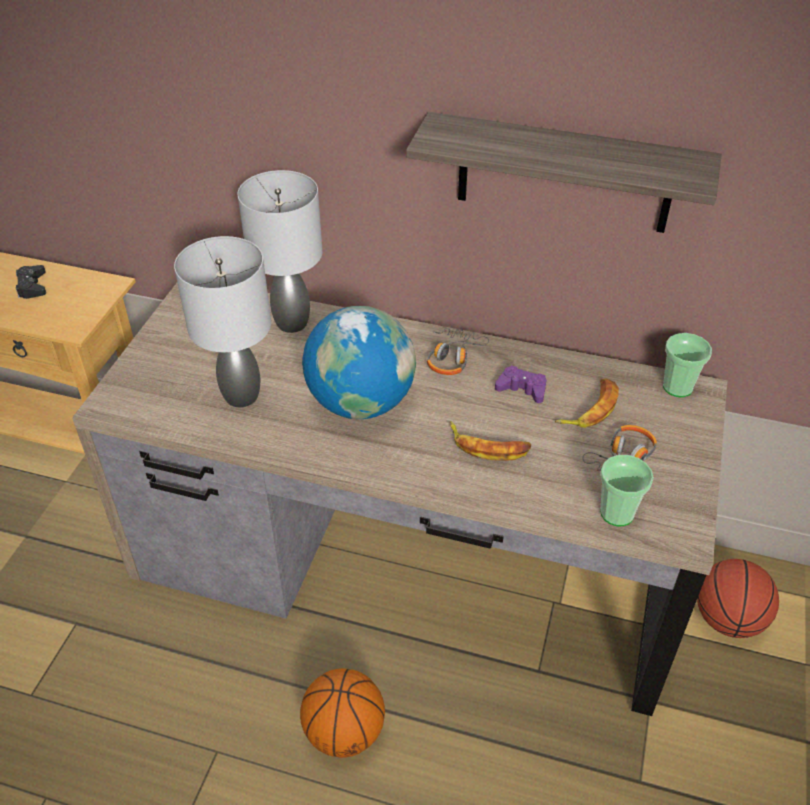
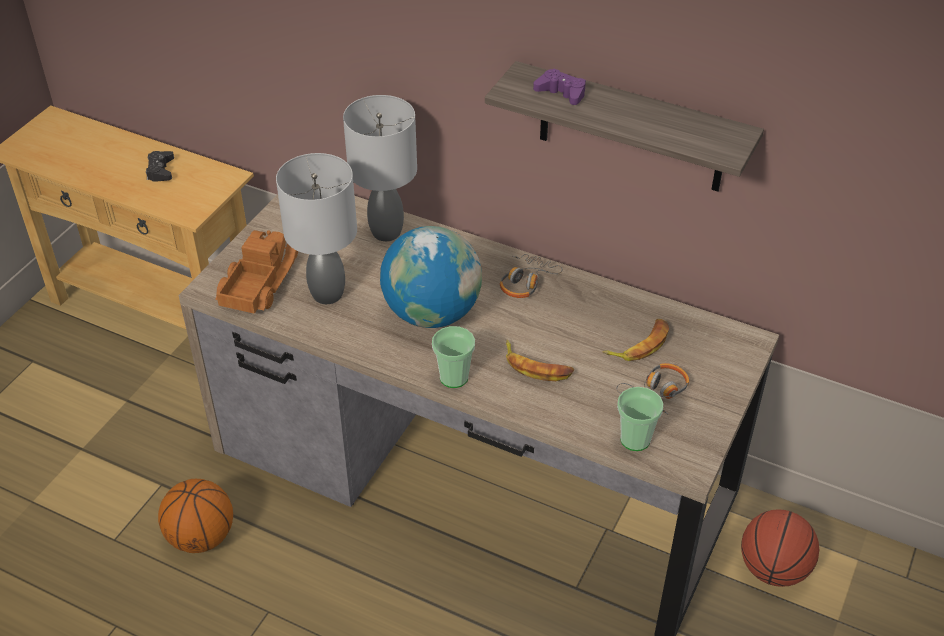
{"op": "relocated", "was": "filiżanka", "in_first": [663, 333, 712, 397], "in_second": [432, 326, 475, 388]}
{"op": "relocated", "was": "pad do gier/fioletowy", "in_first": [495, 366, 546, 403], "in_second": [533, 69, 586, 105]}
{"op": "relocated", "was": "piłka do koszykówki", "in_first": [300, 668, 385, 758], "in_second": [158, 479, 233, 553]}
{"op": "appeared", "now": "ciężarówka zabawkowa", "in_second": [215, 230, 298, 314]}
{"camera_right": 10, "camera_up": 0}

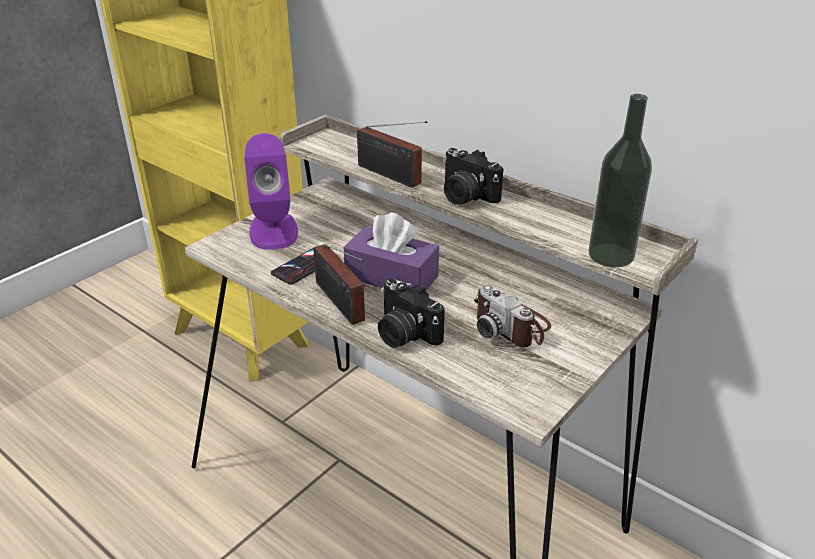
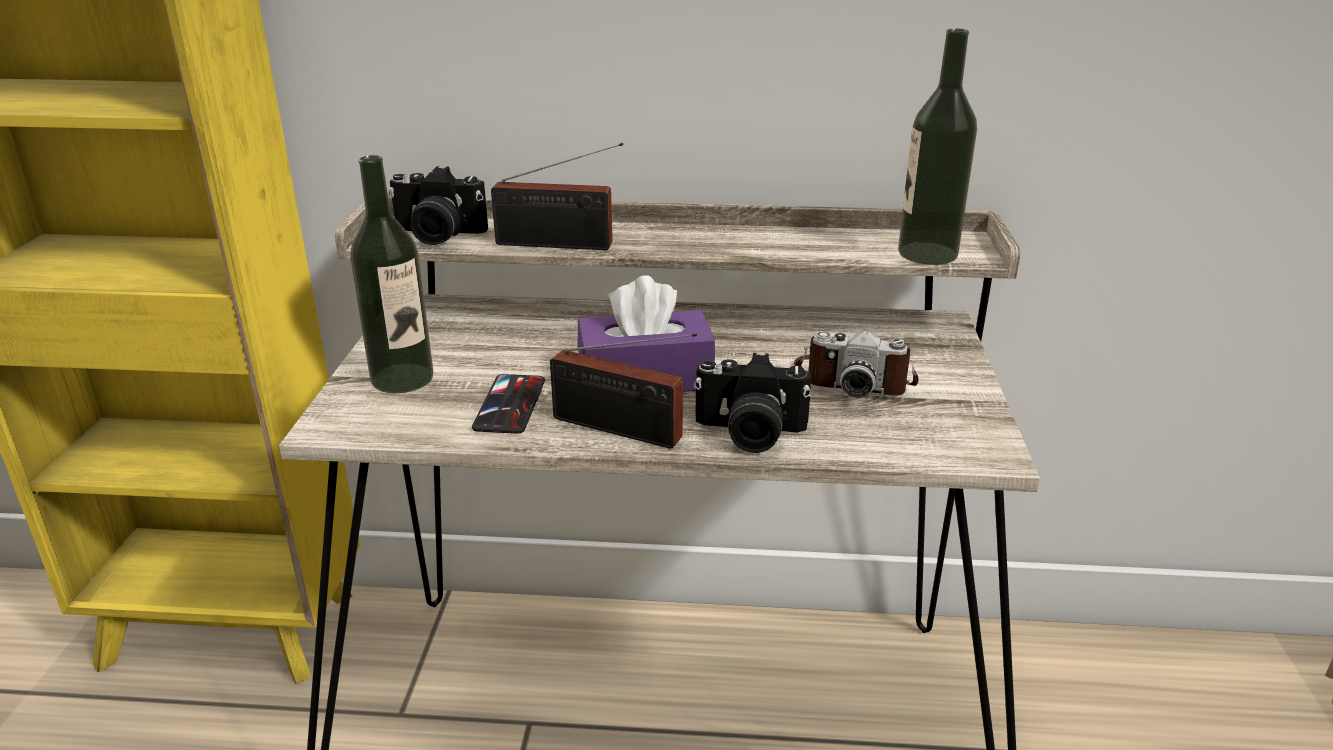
{"op": "exchanged", "was": "głośnik/fioletowy", "now": "butelka", "in_first": [244, 133, 298, 250], "in_second": [350, 155, 433, 393]}
{"op": "relocated", "was": "aparat fotograficzny", "in_first": [443, 148, 503, 205], "in_second": [388, 166, 488, 245]}
{"camera_right": -35, "camera_up": -5}

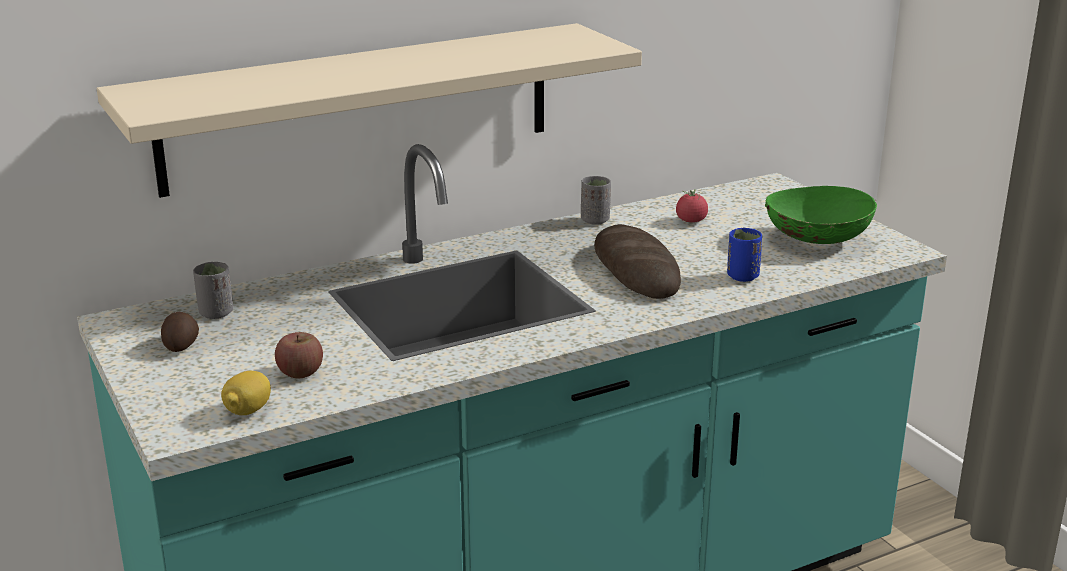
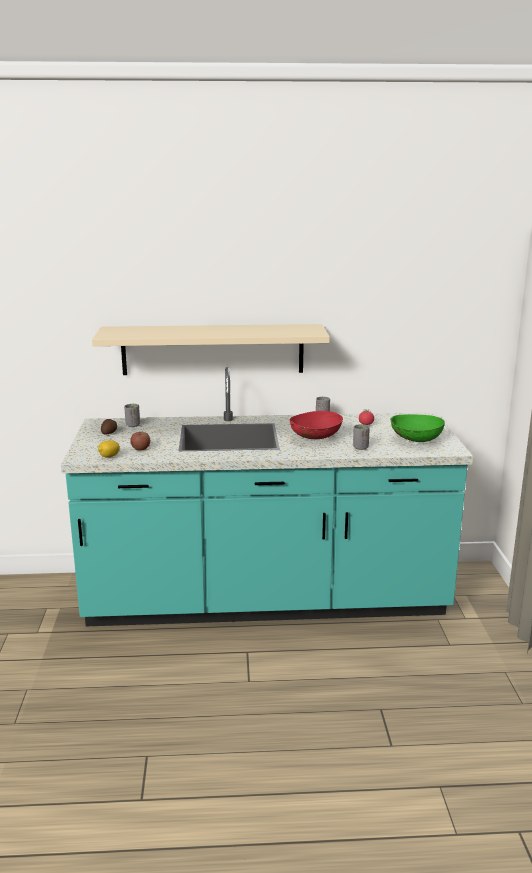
{"op": "exchanged", "was": "chleb", "now": "miska/czerwony", "in_first": [594, 224, 681, 299], "in_second": [290, 411, 343, 439]}
{"op": "colour", "was": "filiżanka/niebieski", "now": "filiżanka/szary", "in_first": [727, 228, 762, 282], "in_second": [353, 424, 370, 450]}
{"camera_right": 25, "camera_up": -5}

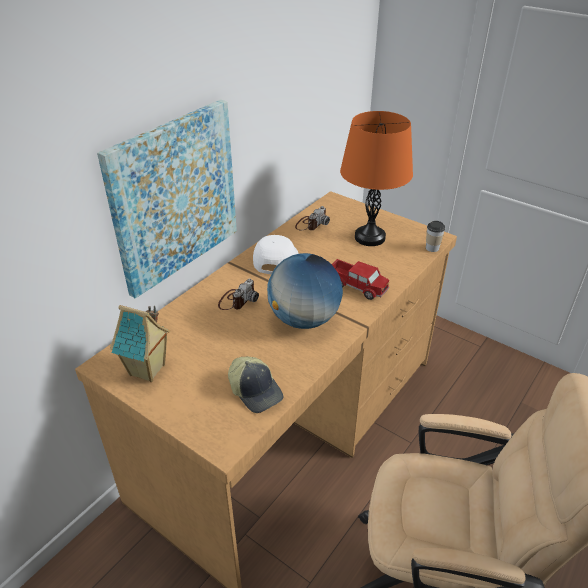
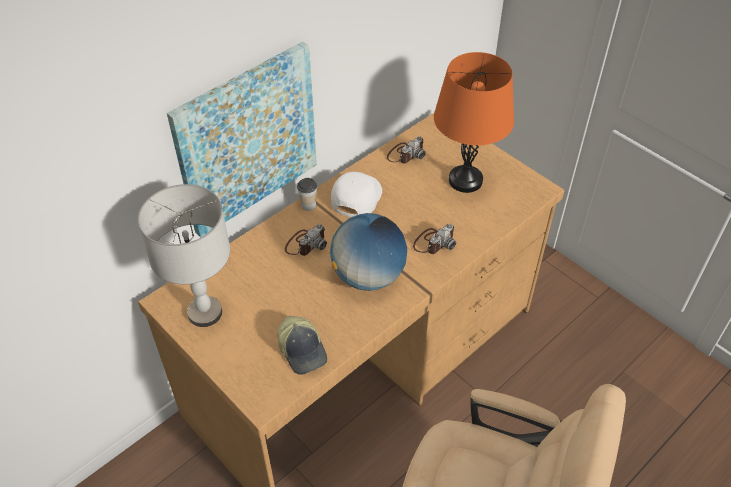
{"op": "relocated", "was": "filiżanka", "in_first": [426, 221, 445, 252], "in_second": [297, 178, 317, 211]}
{"op": "exchanged", "was": "ciężarówka zabawkowa", "now": "aparat fotograficzny", "in_first": [332, 259, 389, 300], "in_second": [413, 224, 456, 254]}
{"op": "exchanged", "was": "domek", "now": "lampa stołowa/szary", "in_first": [110, 305, 170, 382], "in_second": [137, 184, 230, 327]}
{"camera_right": 10, "camera_up": 10}

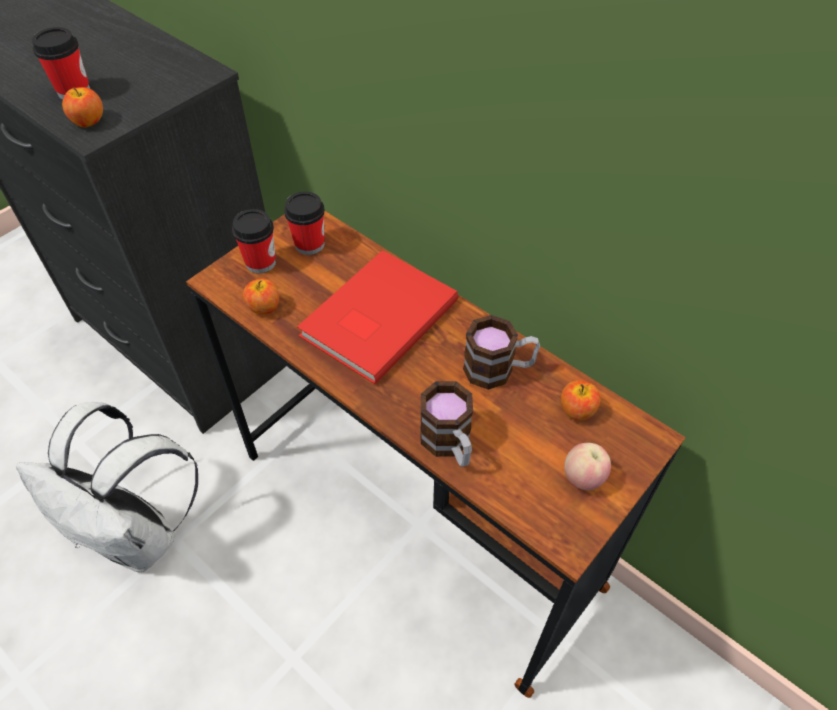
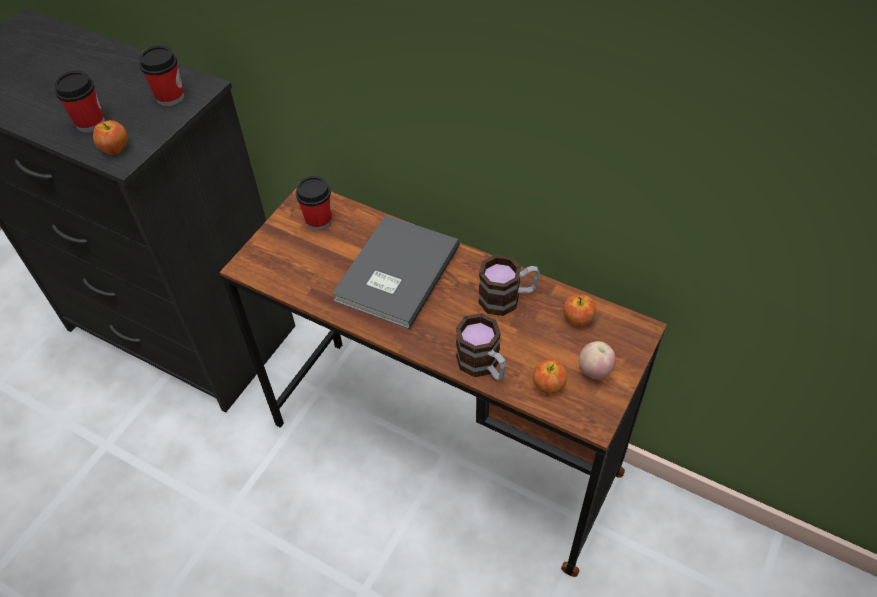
{"op": "relocated", "was": "filiżanka", "in_first": [232, 209, 276, 273], "in_second": [139, 45, 184, 106]}
{"op": "colour", "was": "książka/czerwony", "now": "książka/szary", "in_first": [297, 250, 459, 384], "in_second": [332, 215, 460, 330]}
{"op": "relocated", "was": "jabłko", "in_first": [243, 278, 279, 314], "in_second": [533, 359, 567, 394]}
{"op": "missing", "was": "plecak/biały", "in_first": [16, 402, 198, 573]}
{"camera_right": -10, "camera_up": 0}

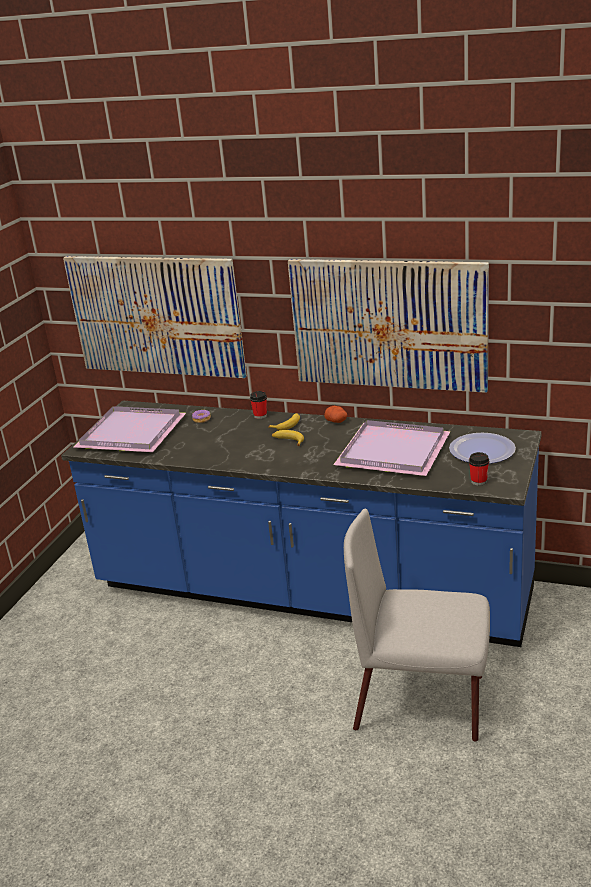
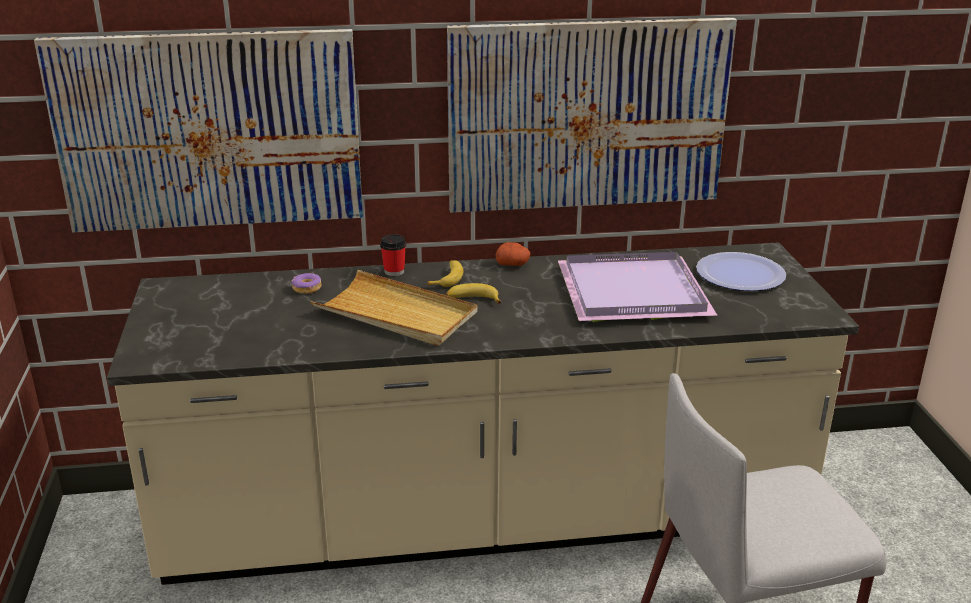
{"op": "colour", "was": "zabudowa kuchenna/niebieski", "now": "zabudowa kuchenna/beżowy", "in_first": [61, 401, 542, 647], "in_second": [107, 242, 859, 585]}
{"op": "missing", "was": "taca/fioletowy", "in_first": [74, 406, 186, 452]}
{"op": "missing", "was": "filiżanka", "in_first": [469, 452, 489, 485]}
{"op": "appeared", "now": "taca/beżowy", "in_second": [311, 270, 477, 346]}
{"camera_right": -30, "camera_up": 0}

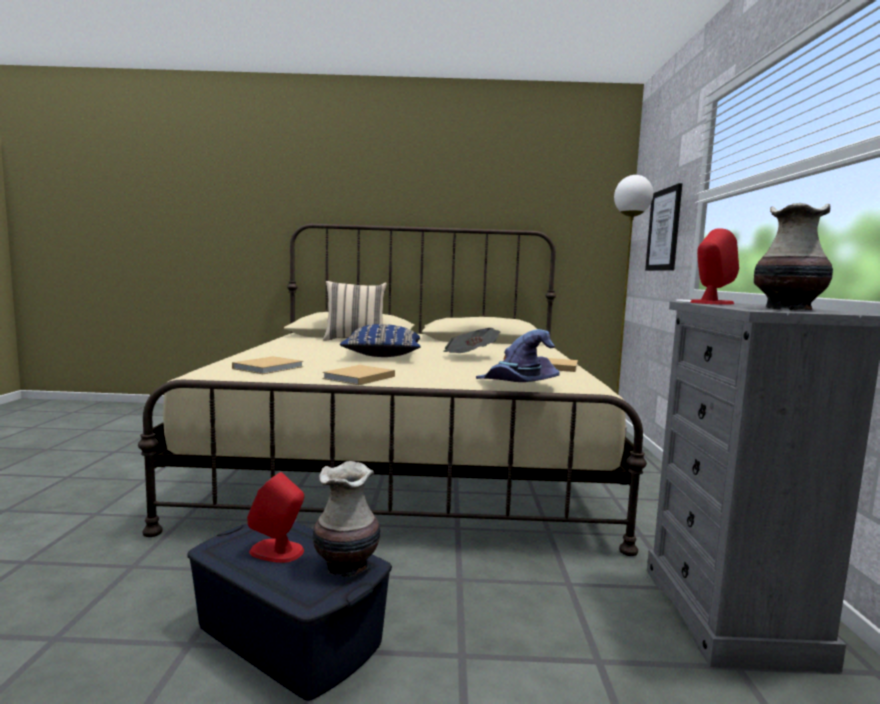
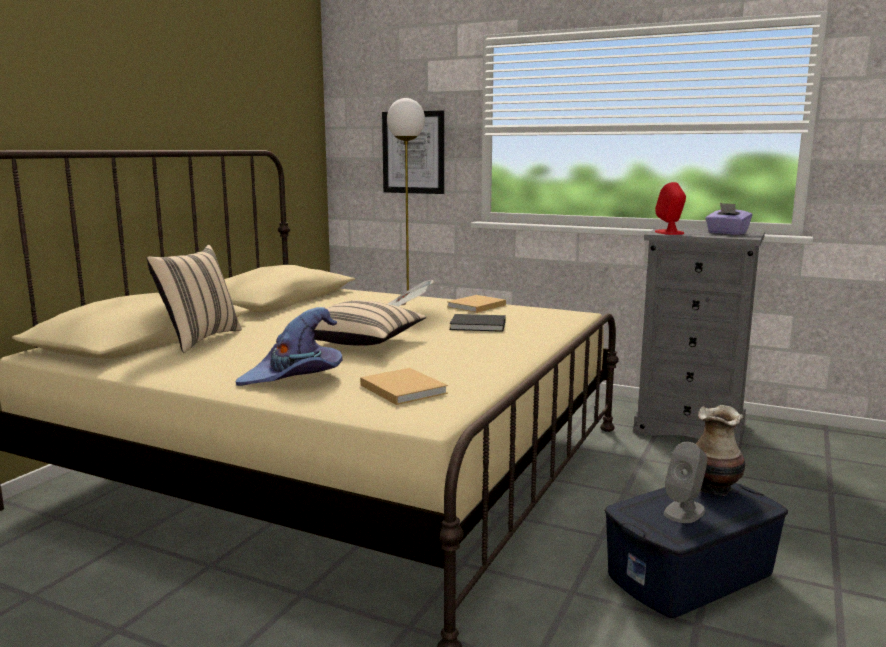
{"op": "exchanged", "was": "wazon", "now": "pudełko chusteczek/fioletowy", "in_first": [754, 203, 833, 310], "in_second": [705, 203, 752, 235]}
{"op": "colour", "was": "poduszka/niebieski", "now": "poduszka/beżowy", "in_first": [340, 324, 421, 357], "in_second": [314, 300, 426, 346]}
{"op": "relocated", "was": "kapelusz/fioletowy", "in_first": [476, 329, 559, 382], "in_second": [236, 307, 342, 386]}
{"op": "missing", "was": "książka/beżowy", "in_first": [323, 365, 395, 385]}
{"op": "colour", "was": "głośnik/czerwony", "now": "głośnik/szary", "in_first": [247, 472, 304, 563], "in_second": [664, 442, 707, 523]}
{"op": "appeared", "now": "książka/czarny", "in_second": [450, 314, 506, 332]}
{"camera_right": -65, "camera_up": 5}

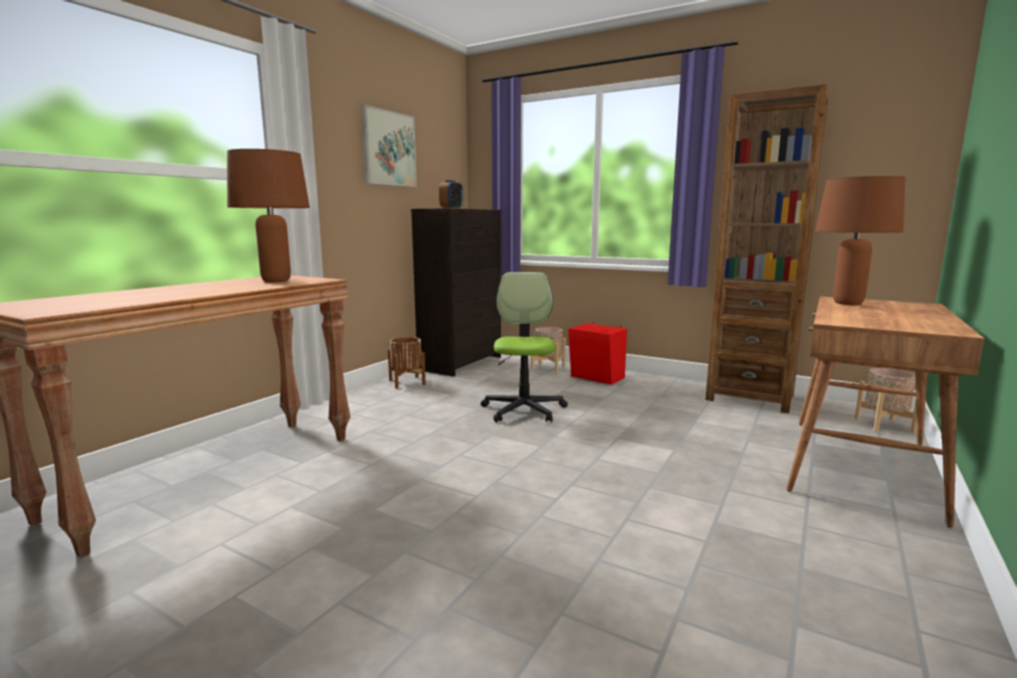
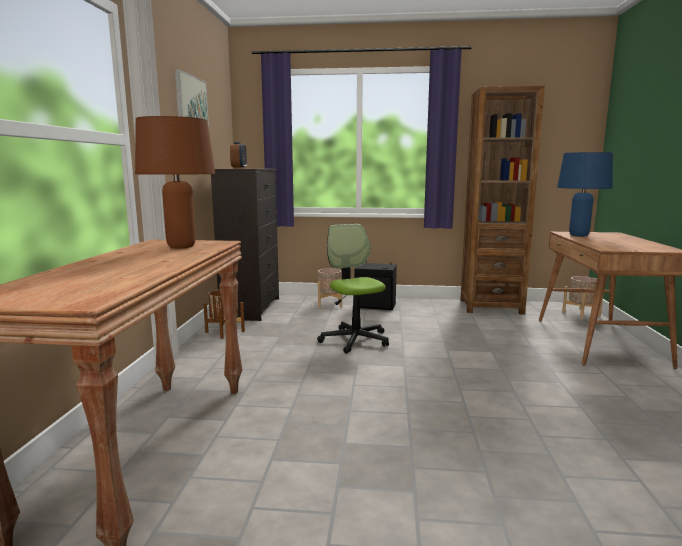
{"op": "colour", "was": "lampa stołowa/brązowy", "now": "lampa stołowa/niebieski", "in_first": [815, 176, 905, 305], "in_second": [557, 152, 613, 237]}
{"op": "colour", "was": "głośnik/czerwony", "now": "głośnik/czarny", "in_first": [568, 322, 627, 385], "in_second": [354, 261, 397, 310]}
{"camera_right": -25, "camera_up": 0}

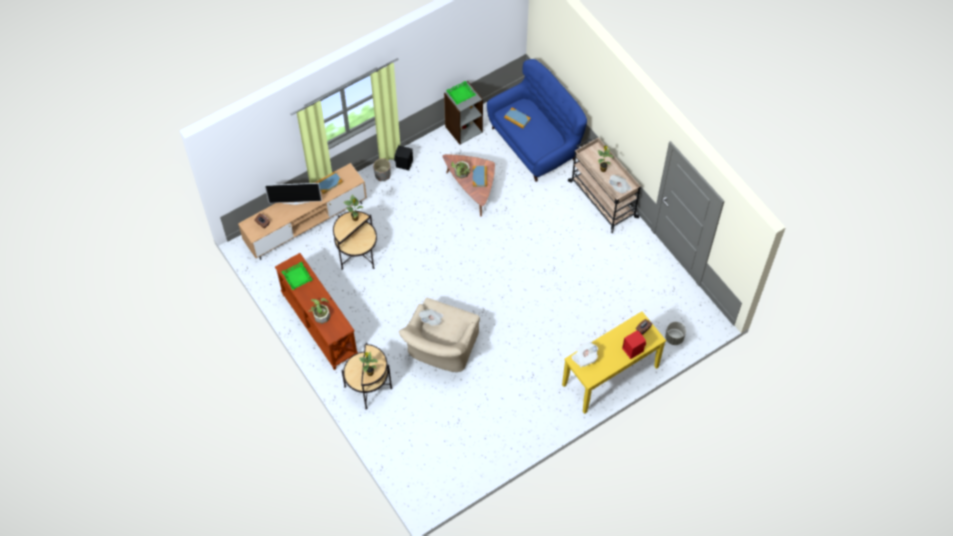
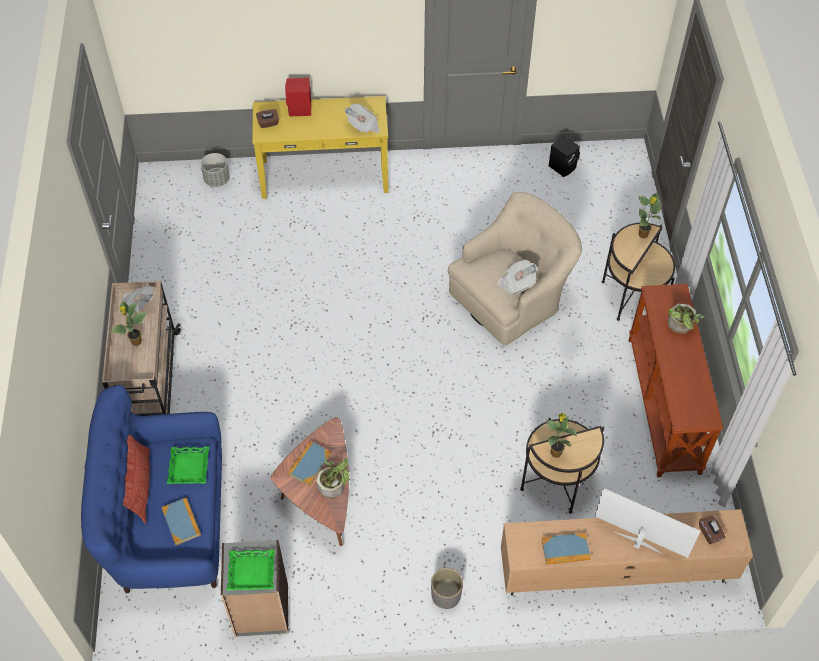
{"op": "relocated", "was": "głośnik/czarny", "in_first": [394, 145, 413, 170], "in_second": [549, 135, 580, 177]}
{"op": "relocated", "was": "taca/zielony", "in_first": [282, 262, 313, 290], "in_second": [167, 447, 209, 484]}
{"op": "appeared", "now": "poduszka", "in_second": [123, 434, 150, 523]}
{"camera_right": -150, "camera_up": -5}

